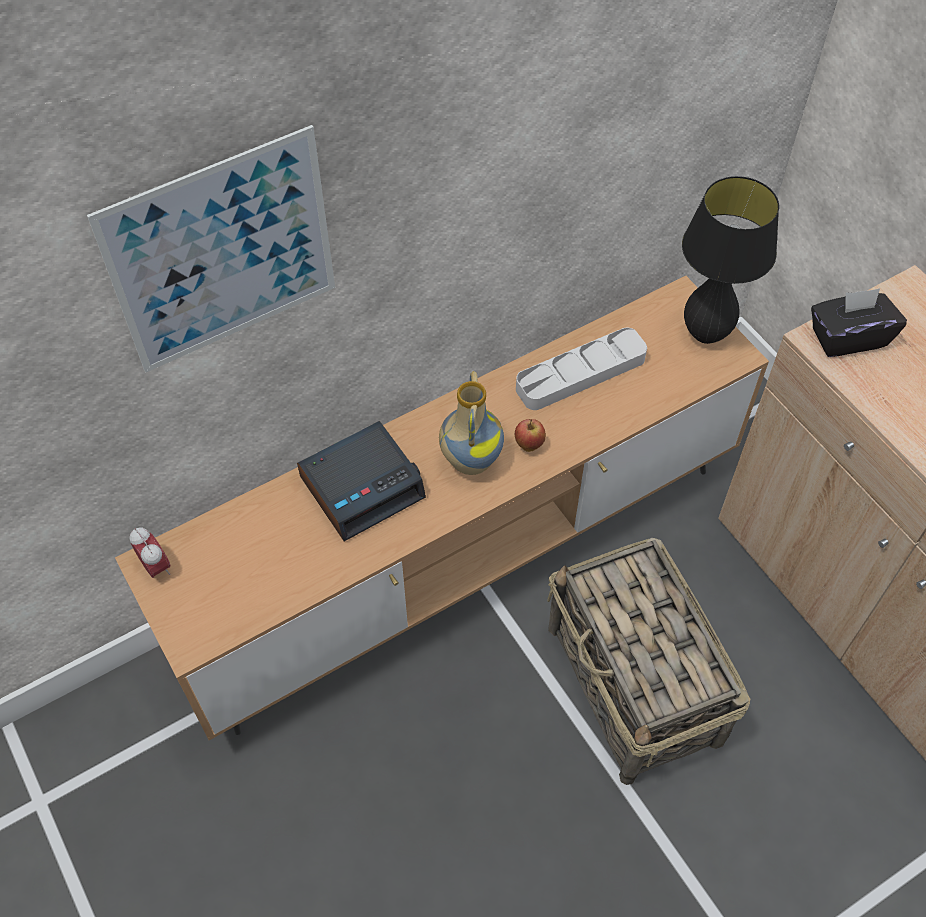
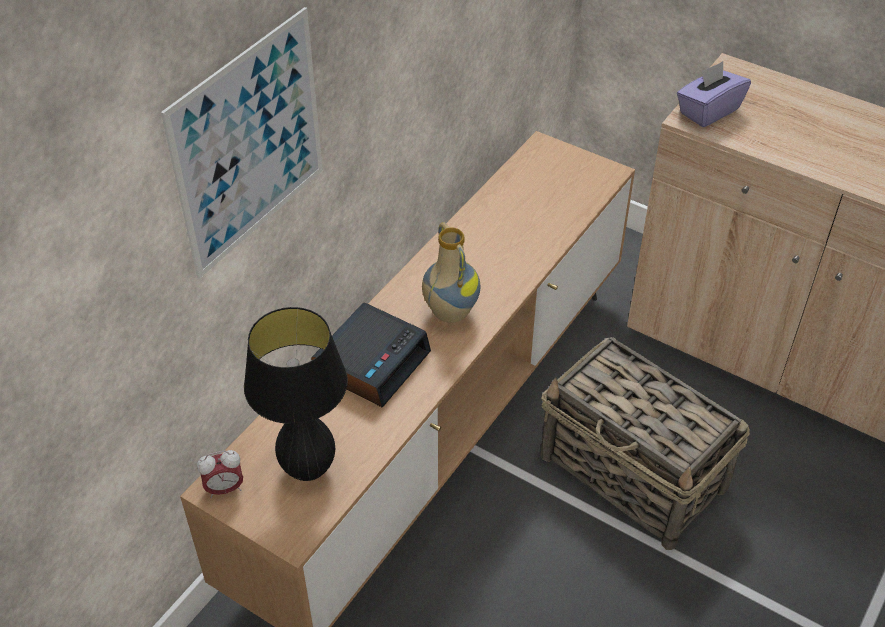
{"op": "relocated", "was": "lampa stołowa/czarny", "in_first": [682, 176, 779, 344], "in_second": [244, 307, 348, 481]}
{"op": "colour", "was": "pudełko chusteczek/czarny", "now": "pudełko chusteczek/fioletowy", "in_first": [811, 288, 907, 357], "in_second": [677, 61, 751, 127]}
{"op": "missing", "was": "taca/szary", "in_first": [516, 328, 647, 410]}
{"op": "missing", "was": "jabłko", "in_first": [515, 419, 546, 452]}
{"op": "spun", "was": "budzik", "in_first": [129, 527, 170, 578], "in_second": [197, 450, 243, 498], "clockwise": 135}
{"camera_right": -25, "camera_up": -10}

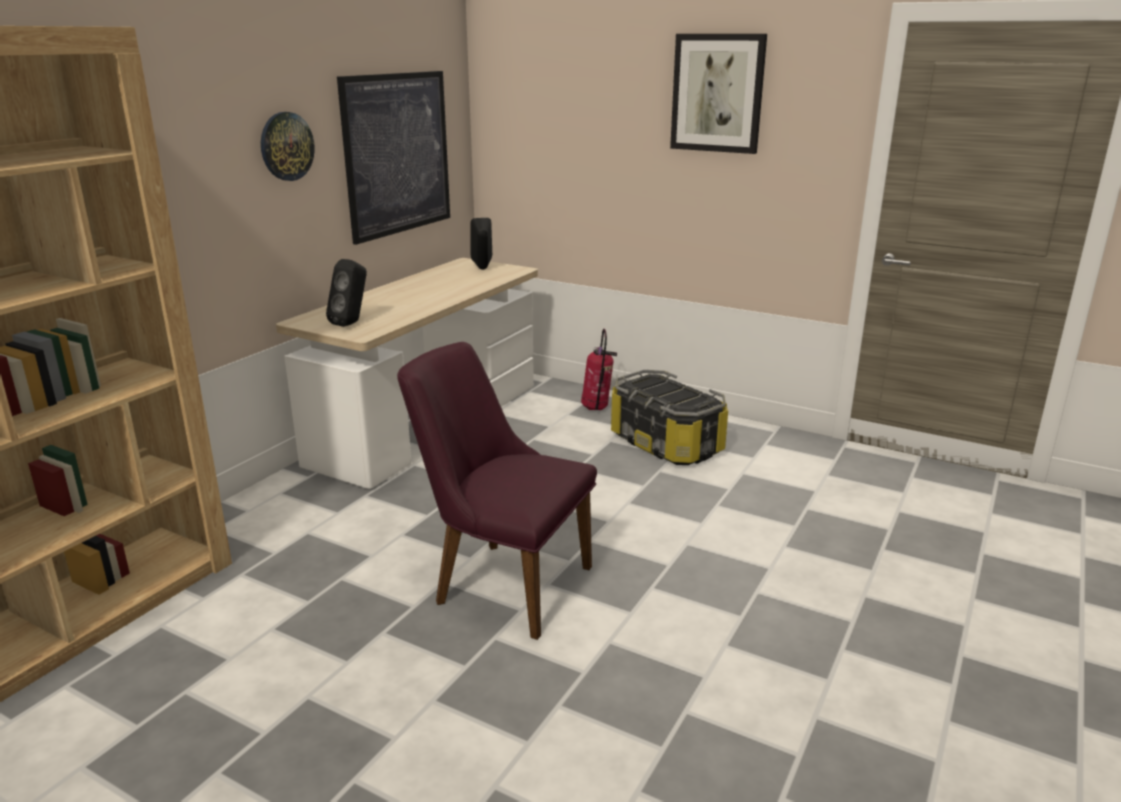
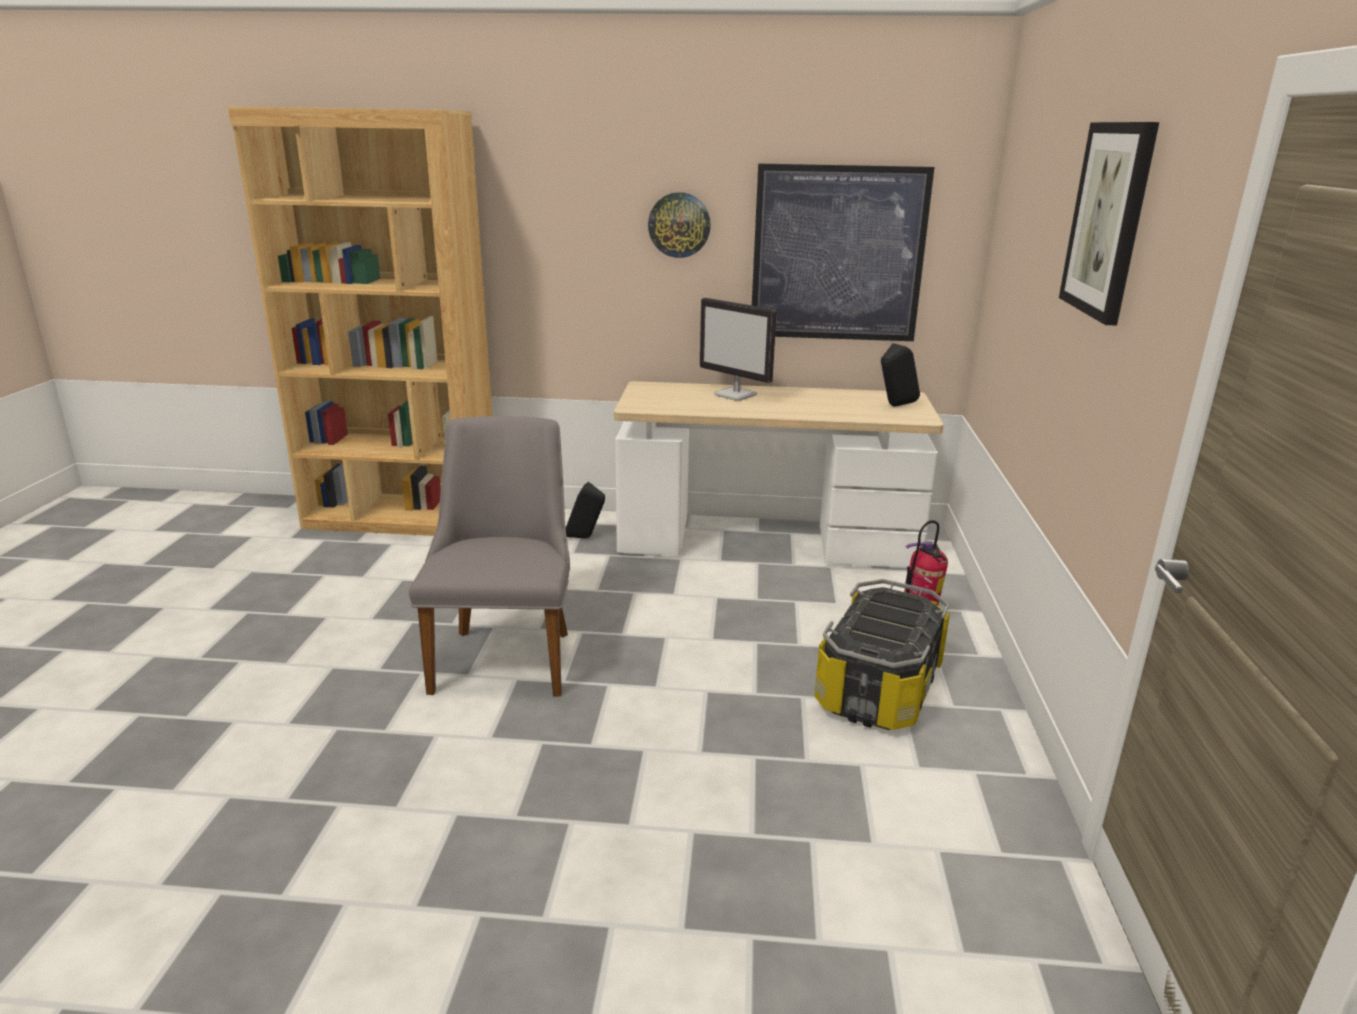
{"op": "relocated", "was": "głośnik/czarny", "in_first": [326, 259, 367, 327], "in_second": [565, 482, 605, 538]}
{"op": "colour", "was": "krzesło/fioletowy", "now": "krzesło/szary", "in_first": [397, 342, 597, 640], "in_second": [409, 416, 570, 697]}
{"op": "appeared", "now": "monitor", "in_second": [700, 298, 777, 401]}
{"camera_right": 65, "camera_up": 0}

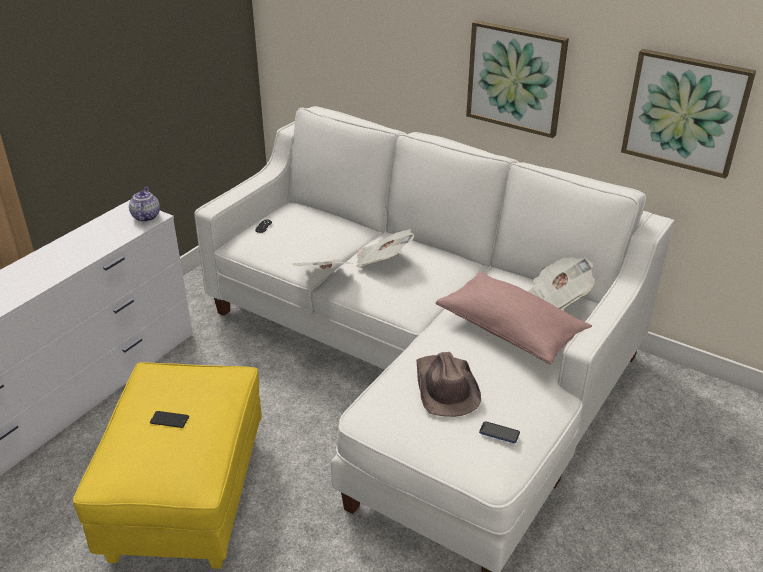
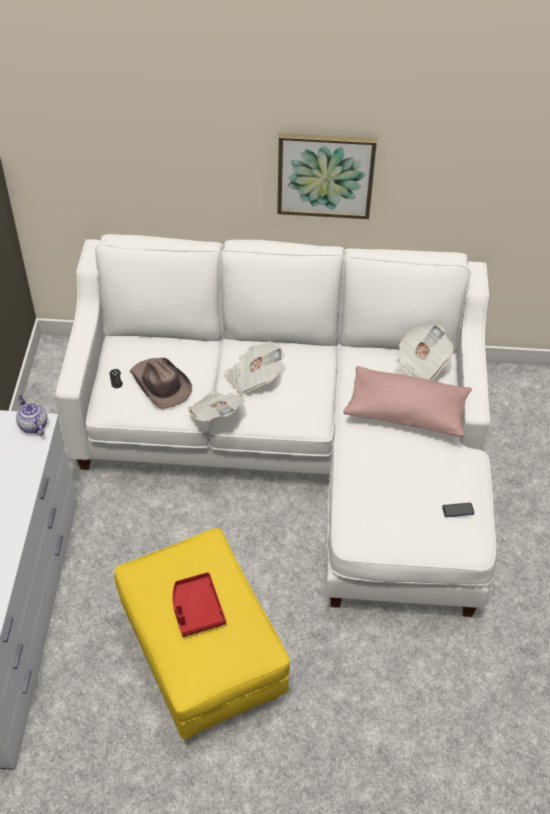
{"op": "missing", "was": "obraz", "in_first": [621, 49, 756, 179]}
{"op": "relocated", "was": "kapelusz/brązowy", "in_first": [416, 352, 481, 417], "in_second": [130, 358, 192, 409]}
{"op": "exchanged", "was": "telefon", "now": "taca/czerwony", "in_first": [150, 411, 189, 428], "in_second": [172, 572, 226, 637]}
{"camera_right": -30, "camera_up": 15}

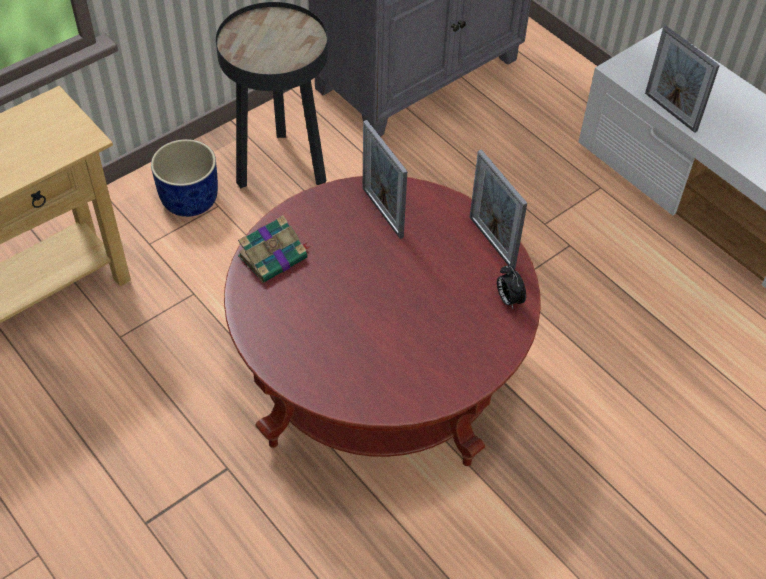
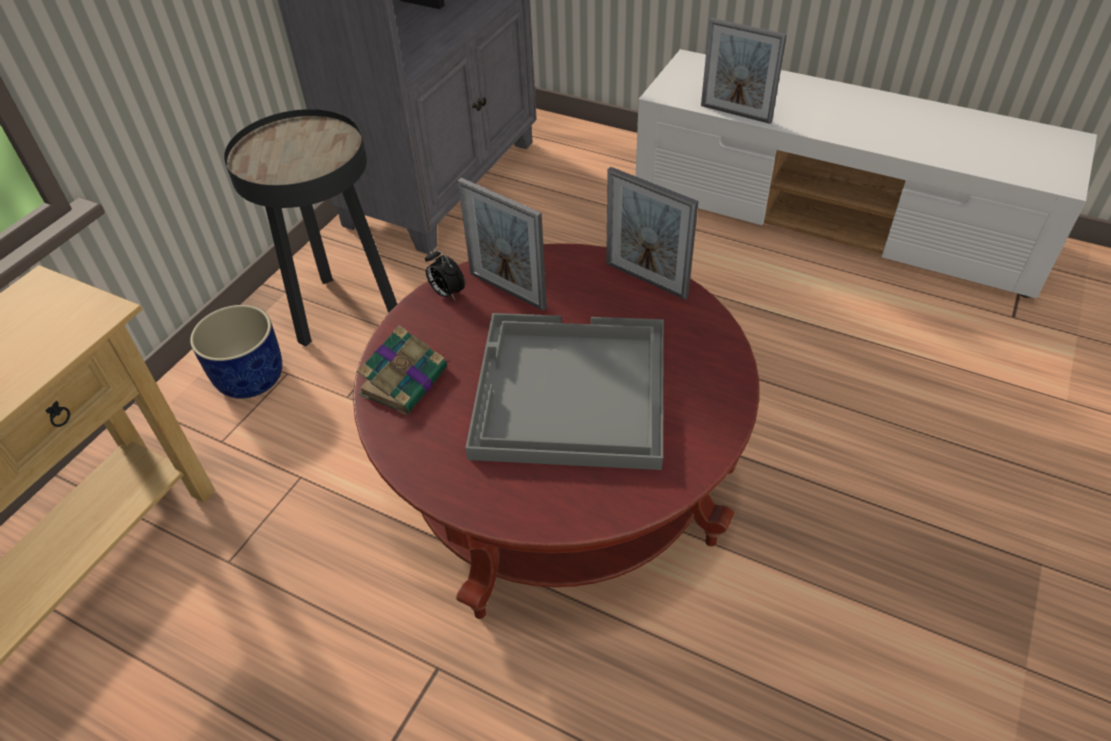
{"op": "relocated", "was": "budzik", "in_first": [497, 266, 526, 309], "in_second": [425, 249, 465, 300]}
{"op": "appeared", "now": "taca/szary", "in_second": [465, 313, 664, 470]}
{"camera_right": -20, "camera_up": -5}

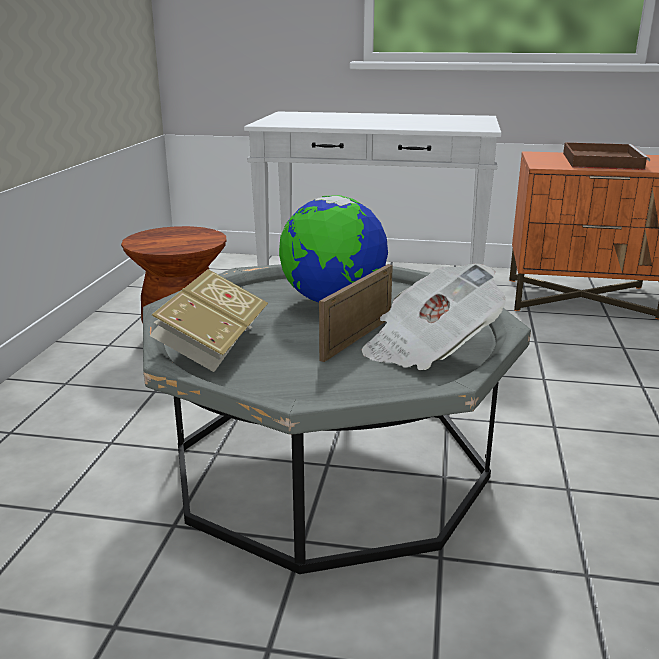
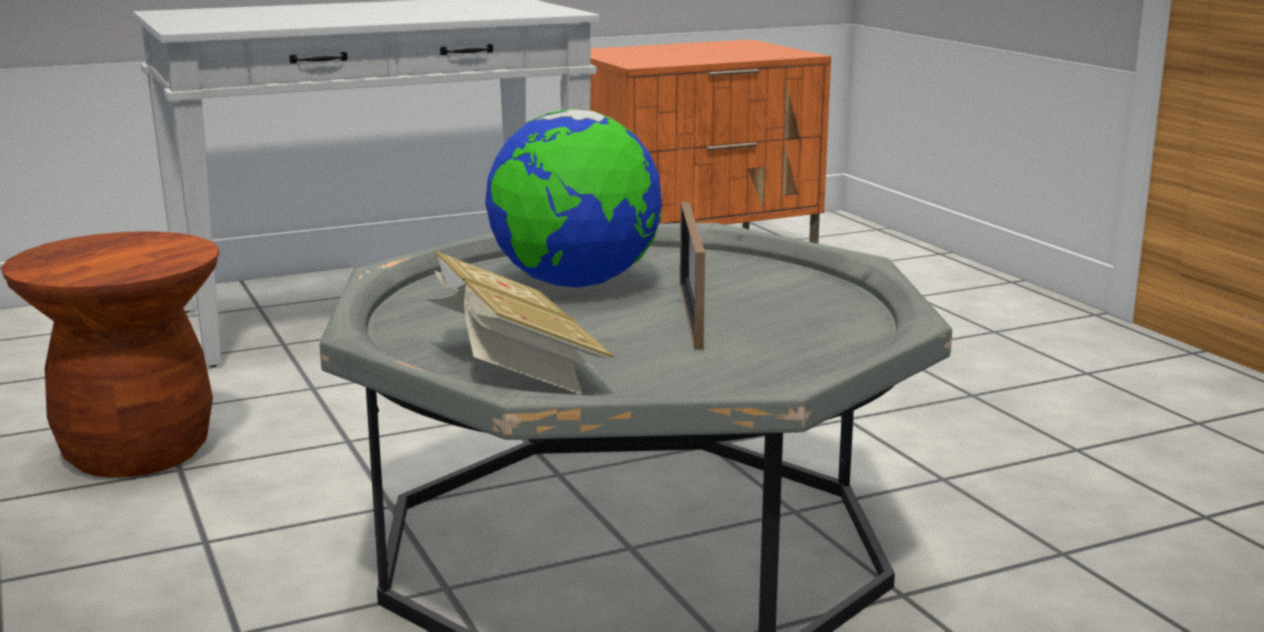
{"op": "missing", "was": "taca/brązowy", "in_first": [563, 143, 650, 170]}
{"op": "missing", "was": "gazeta", "in_first": [362, 264, 506, 370]}
{"camera_right": -35, "camera_up": -5}

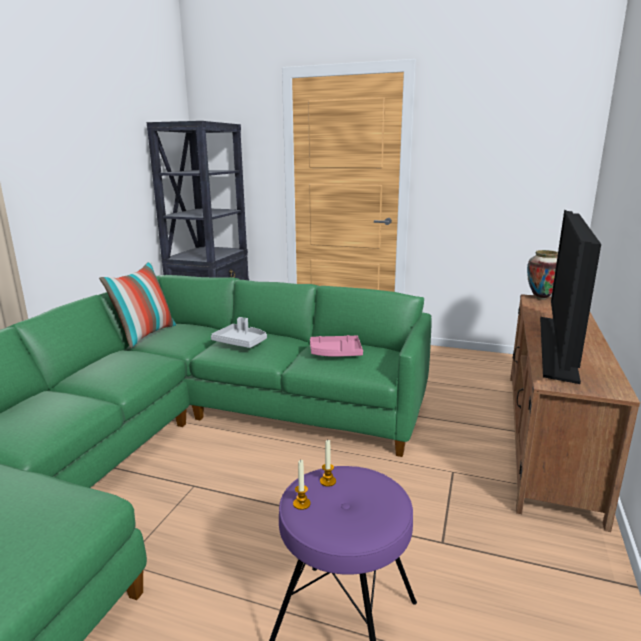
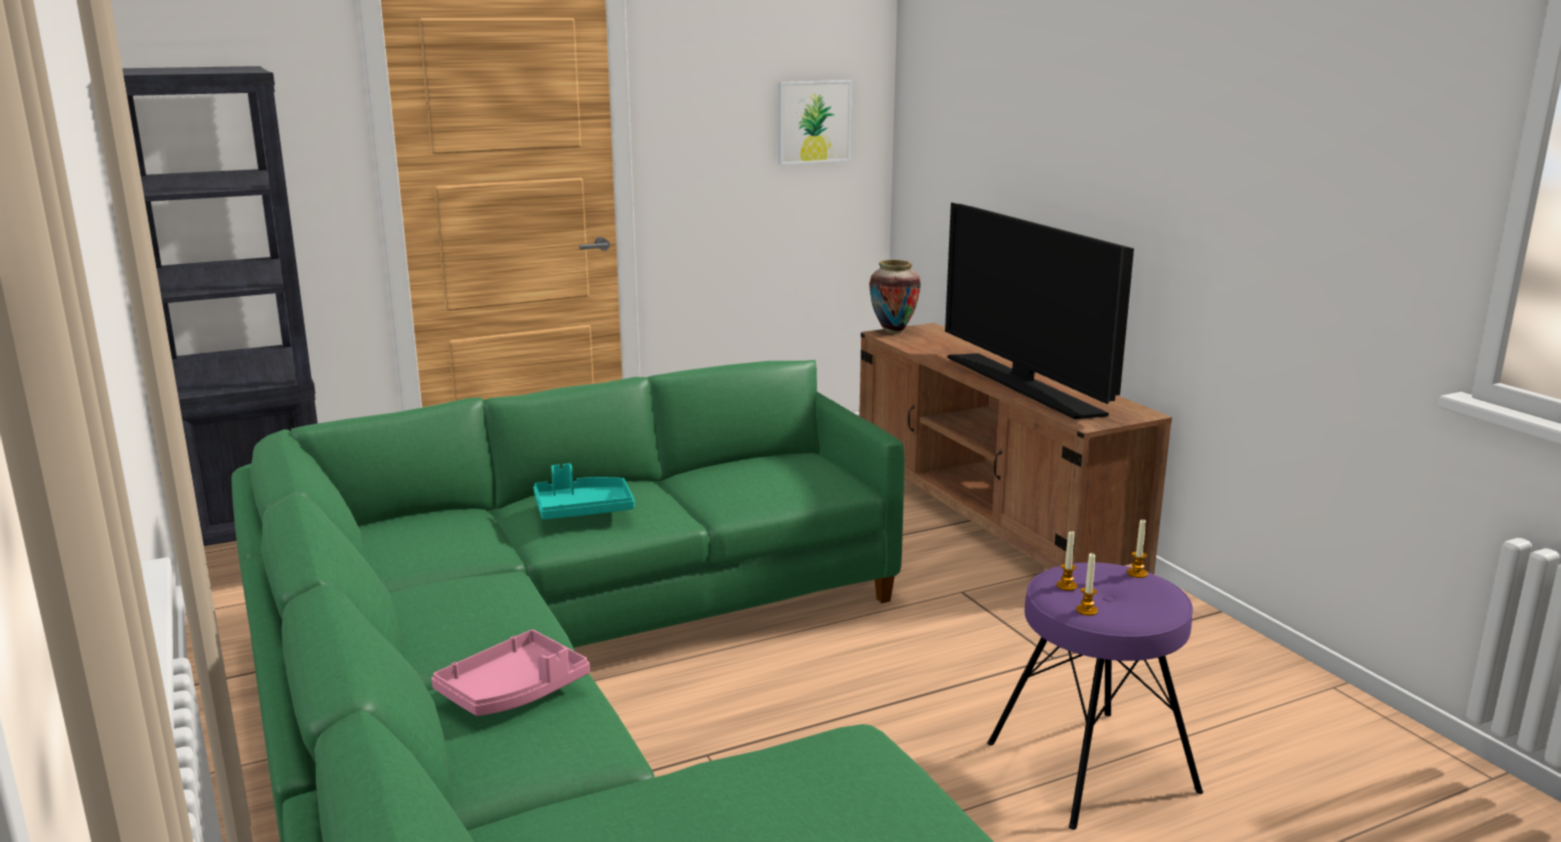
{"op": "missing", "was": "poduszka", "in_first": [99, 261, 176, 348]}
{"op": "colour", "was": "taca/szary", "now": "taca/turkusowy", "in_first": [211, 317, 267, 348], "in_second": [533, 463, 635, 519]}
{"op": "relocated", "was": "taca/różowy", "in_first": [310, 335, 363, 357], "in_second": [431, 630, 590, 716]}
{"op": "appeared", "now": "obraz", "in_second": [778, 80, 852, 165]}
{"op": "appeared", "now": "świeca", "in_second": [1127, 519, 1148, 578]}
{"camera_right": -45, "camera_up": 0}

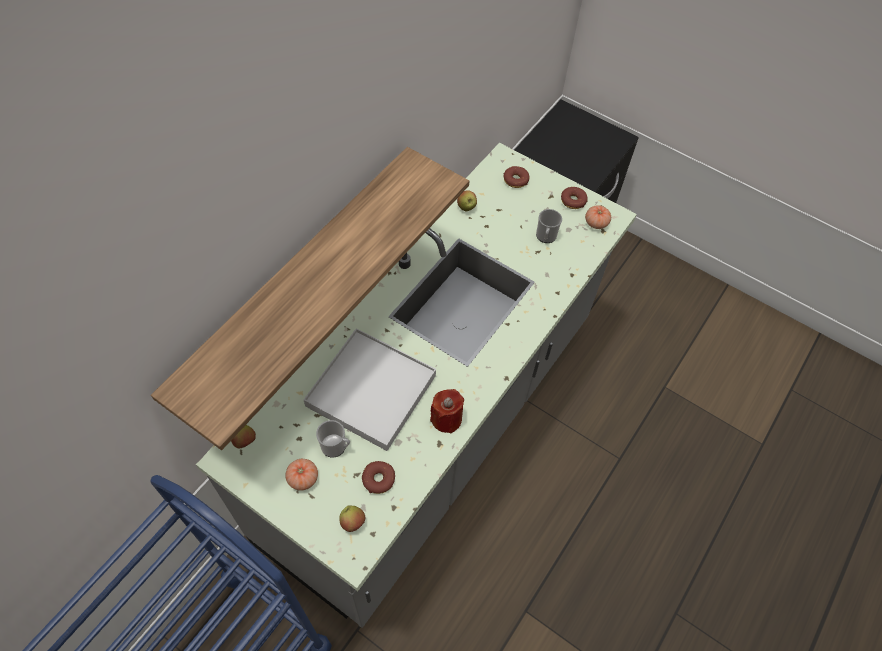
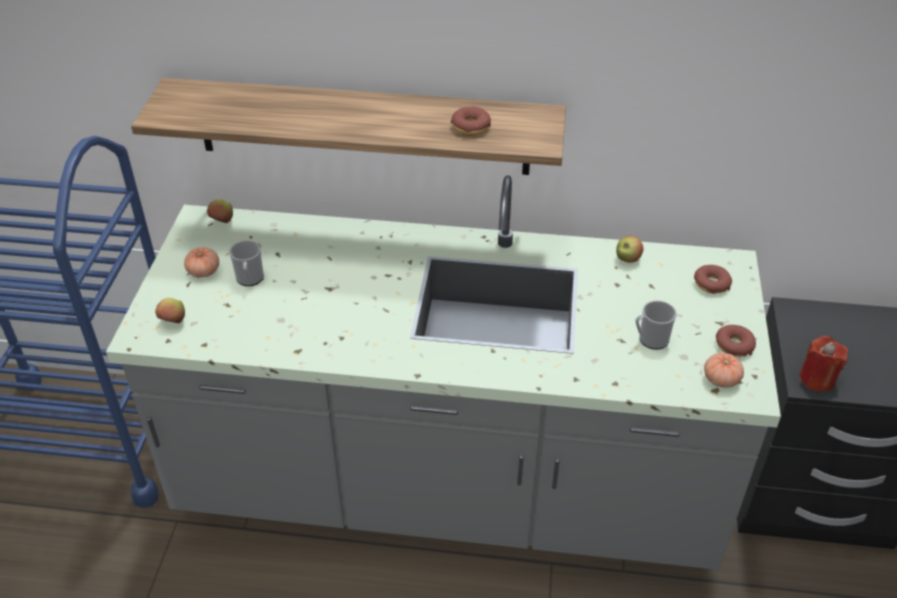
{"op": "missing", "was": "taca/biały", "in_first": [304, 328, 436, 451]}
{"op": "relocated", "was": "świeca/czerwony", "in_first": [430, 389, 464, 434], "in_second": [800, 336, 848, 391]}
{"op": "relocated", "was": "donut", "in_first": [362, 461, 395, 494], "in_second": [451, 107, 491, 135]}
{"camera_right": 65, "camera_up": -15}

